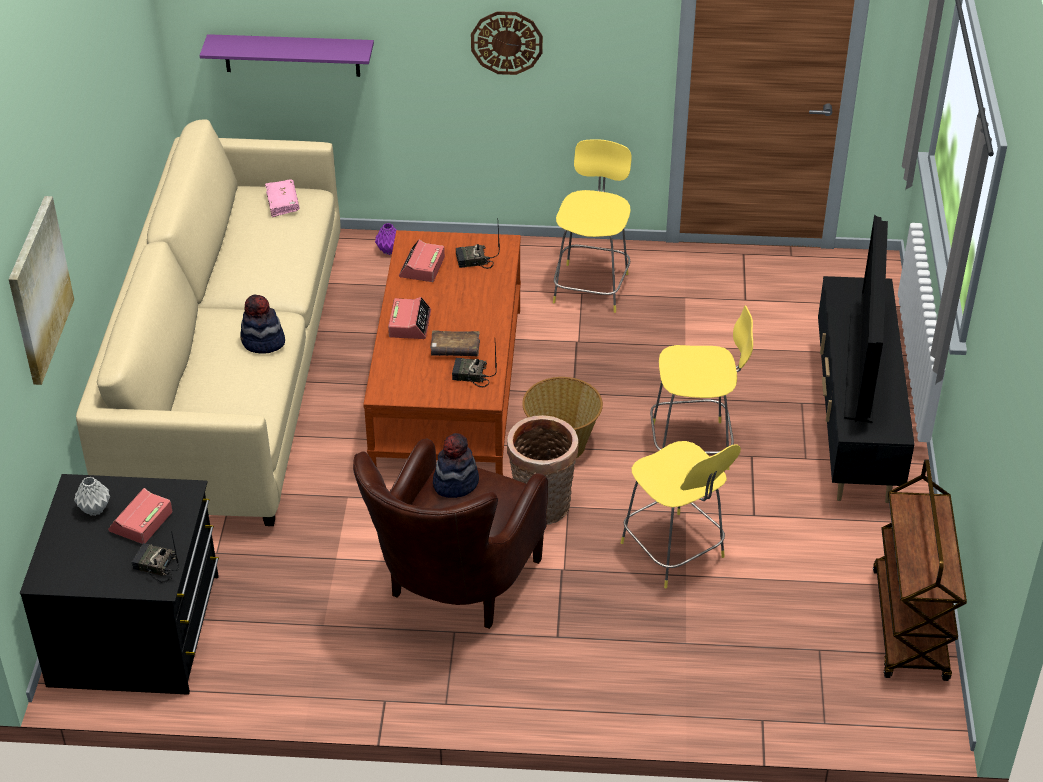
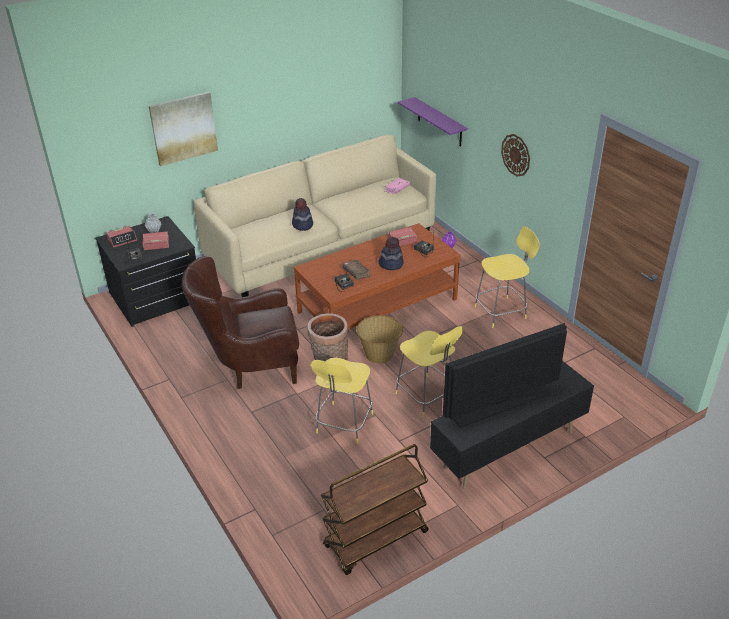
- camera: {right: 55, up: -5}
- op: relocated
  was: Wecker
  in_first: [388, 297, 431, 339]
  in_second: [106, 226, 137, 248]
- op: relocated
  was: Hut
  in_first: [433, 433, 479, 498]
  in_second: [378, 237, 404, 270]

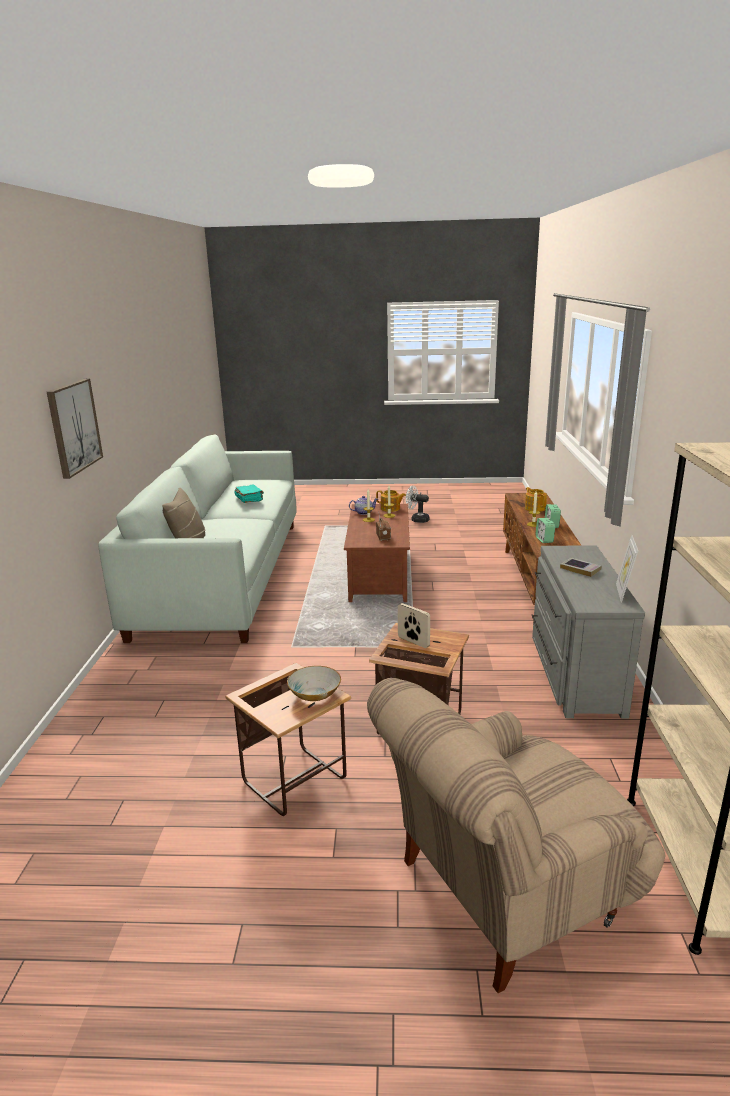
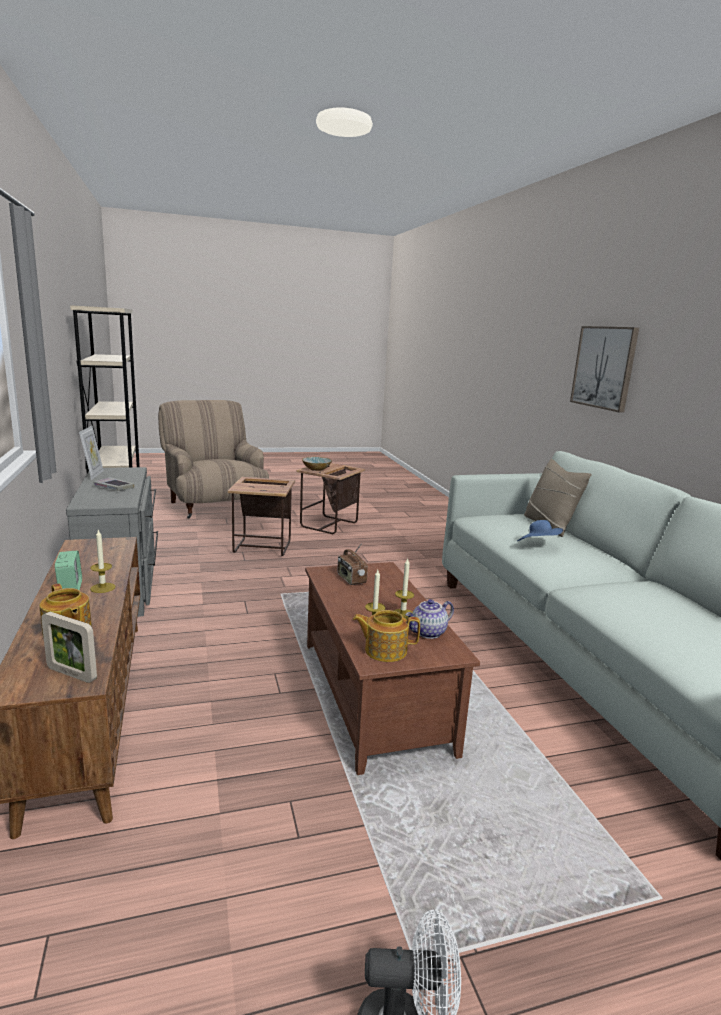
- camera: {right: 160, up: -5}
- op: relocated
  was: Bilderrahmen
  in_first: [398, 603, 430, 648]
  in_second: [41, 612, 97, 683]
- op: spun
  was: Sessel (beige)
  in_first: [367, 678, 666, 993]
  in_second: [158, 400, 269, 519]
  clockwise: -75
- op: appeared
  now: Hut (blau)
  in_second: [517, 520, 563, 541]
- op: missing
  was: Buch (türkis)
  in_first: [234, 485, 264, 503]
- op: missing
  was: Wecker
  in_first: [536, 518, 555, 543]

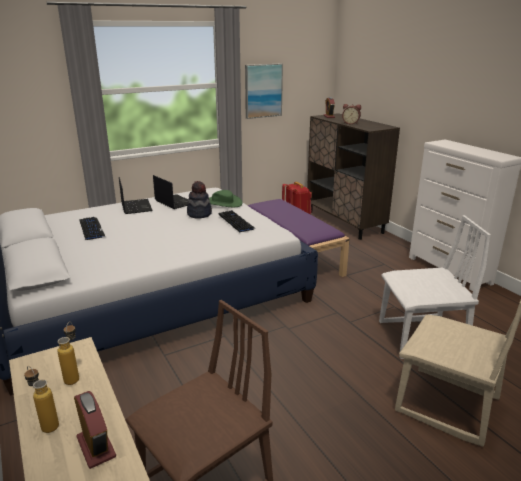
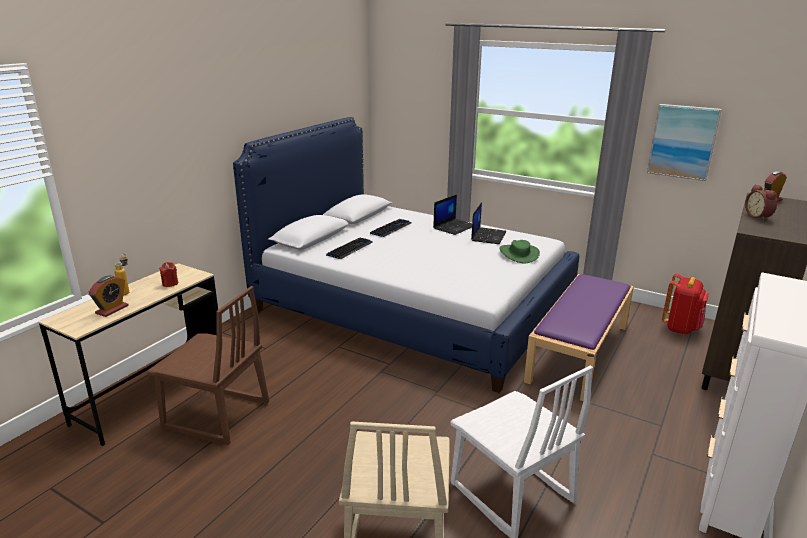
- camera: {right: 60, up: 0}
- op: exchanged
  was: Flasche
  now: Kerze (rot)
  in_first: [57, 322, 79, 385]
  in_second: [159, 262, 178, 287]
- op: relocated
  was: Tastatur
  in_first: [218, 210, 256, 232]
  in_second: [326, 238, 373, 259]
- op: missing
  was: Hut
  in_first: [187, 181, 212, 219]

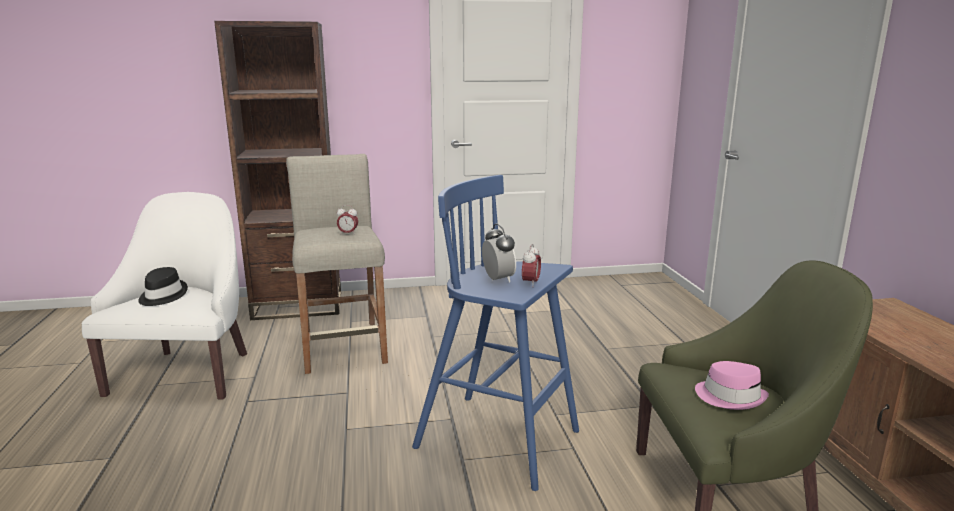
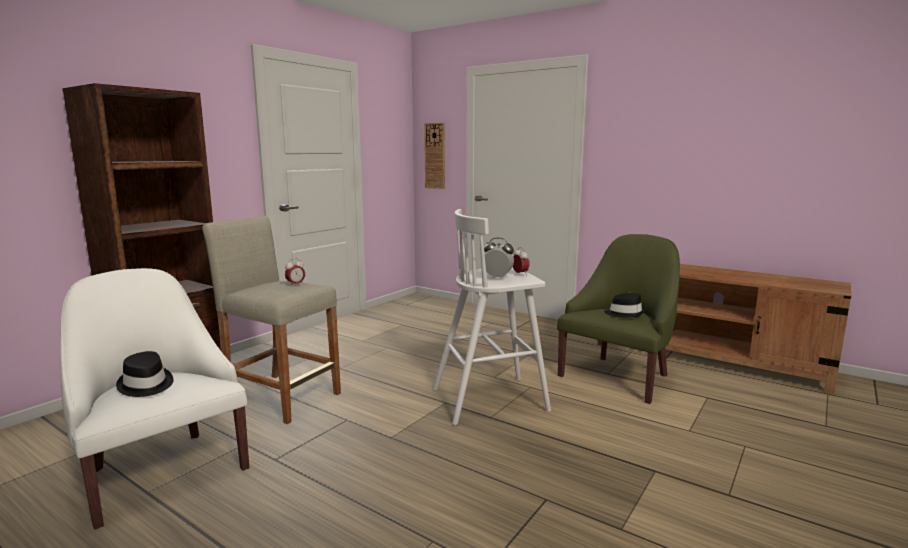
- camera: {right: -45, up: -5}
- op: appeared
  now: Wanduhr
  in_second: [424, 123, 445, 189]
- op: colour
  was: Hocker (blau)
  now: Hocker (weiß)
  in_first: [412, 175, 579, 491]
  in_second: [433, 209, 551, 425]
- op: colour
  was: Hut (rosa)
  now: Hut (schwarz)
  in_first: [695, 361, 769, 410]
  in_second: [604, 293, 646, 318]

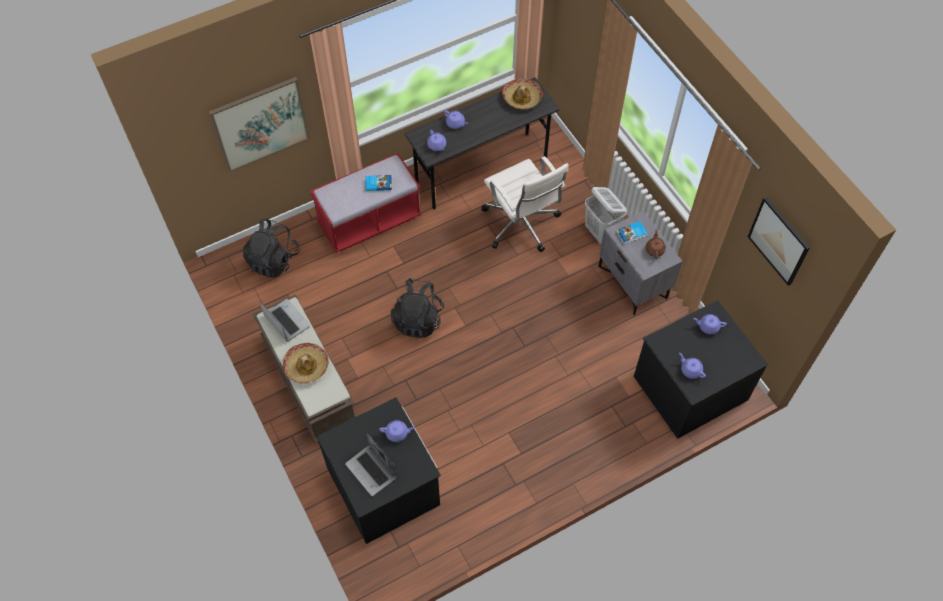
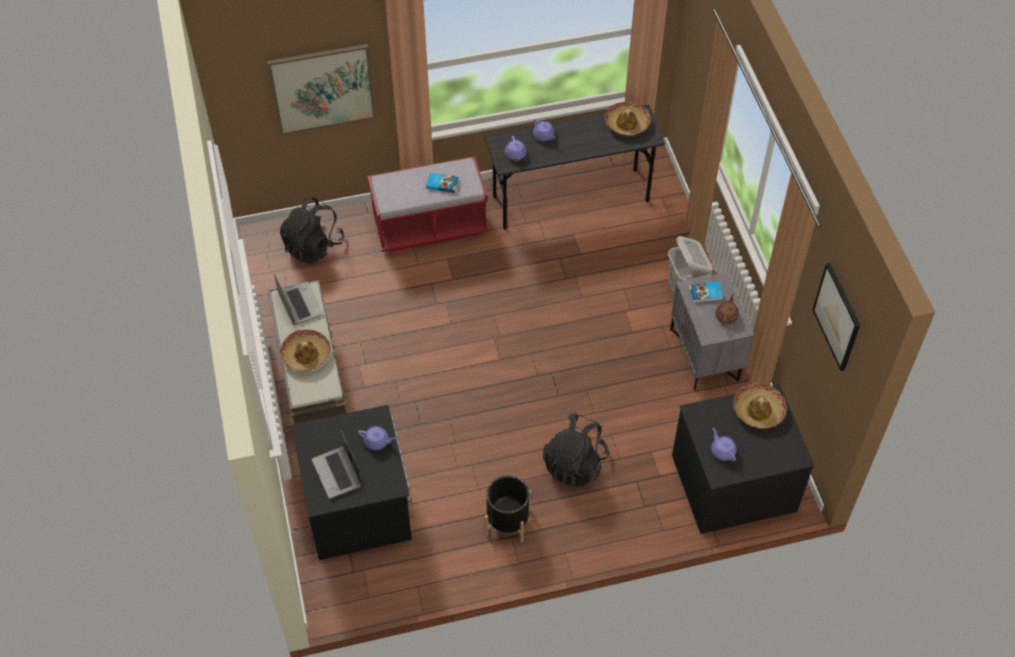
- camera: {right: 15, up: -5}
- op: appeared
  now: Pflanzkübel (schwarz)
  in_second: [485, 475, 531, 542]
- op: relocated
  was: Rucksack (schwarz)
  in_first: [391, 278, 444, 338]
  in_second: [543, 412, 609, 487]
- op: exchanged
  was: Teekanne (lila)
  now: Hut
  in_first: [693, 314, 727, 334]
  in_second: [733, 383, 787, 429]
- op: missing
  was: Bürostuhl (weiß)
  in_first: [482, 156, 569, 252]

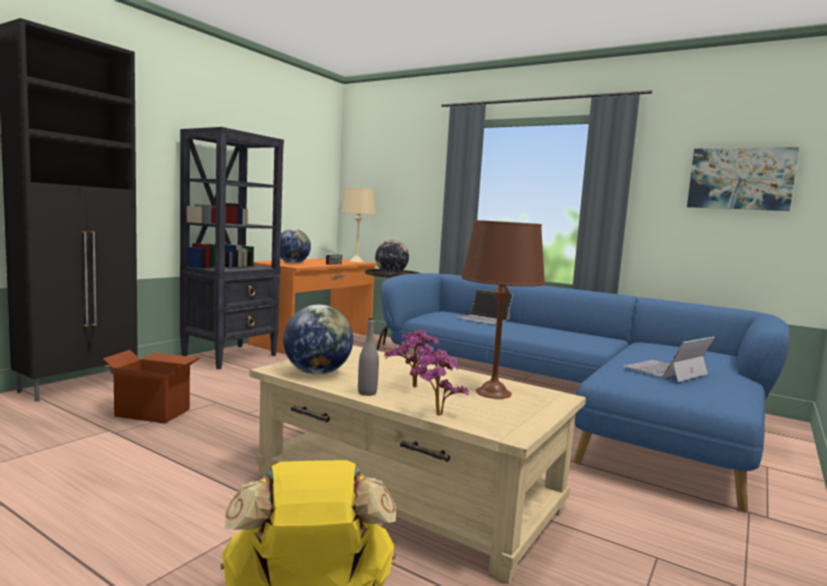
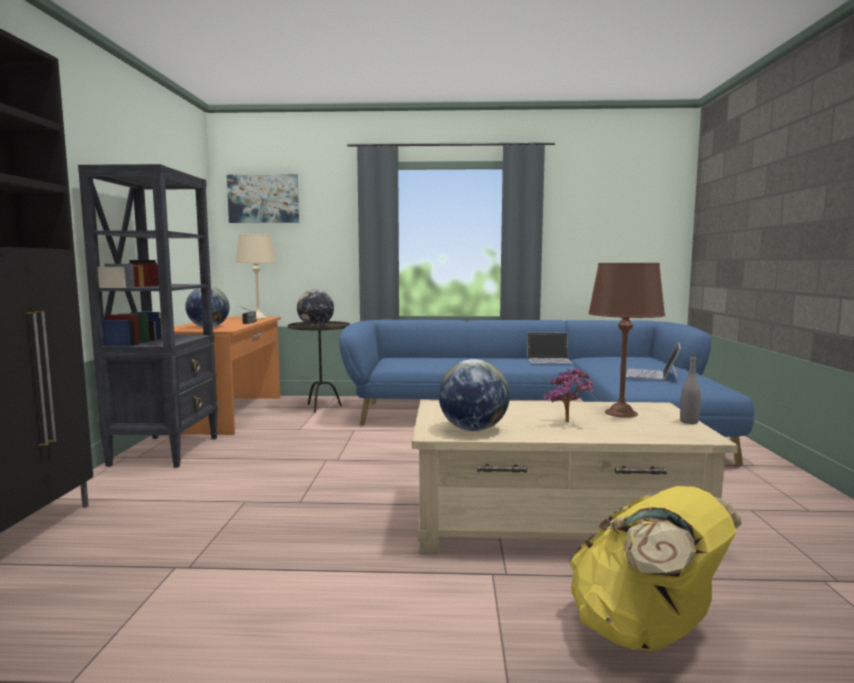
- camera: {right: -30, up: 0}
- op: relocated
  was: Bild
  in_first: [687, 147, 799, 211]
  in_second: [227, 174, 299, 223]
- op: relocated
  was: Laptop
  in_first: [458, 289, 513, 324]
  in_second: [527, 332, 573, 364]
- op: relocated
  was: Flasche (grau)
  in_first: [358, 318, 379, 396]
  in_second: [680, 355, 701, 424]
- op: missing
  was: Karton
  in_first: [101, 350, 200, 423]
- op: missing
  was: Topfpflanze
  in_first: [409, 349, 469, 416]

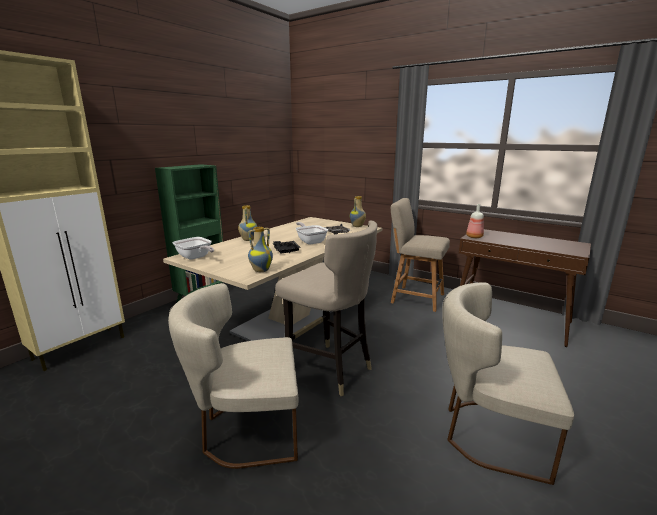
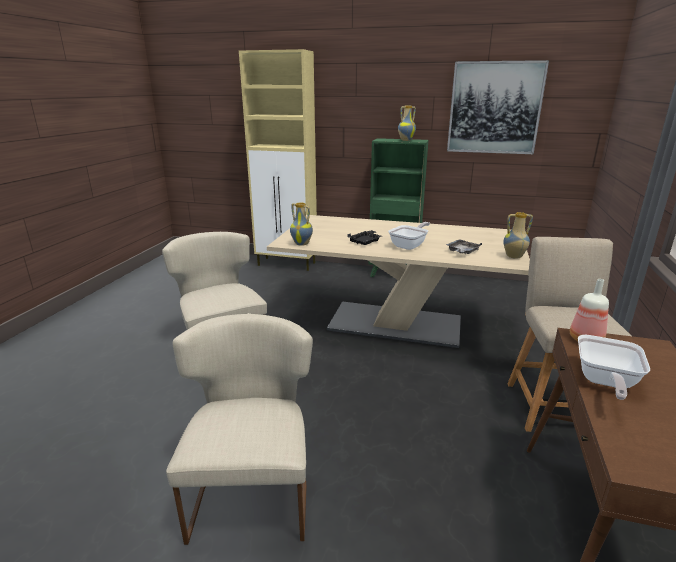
- camera: {right: 70, up: 5}
- op: relocated
  was: Vase
  in_first: [238, 205, 257, 241]
  in_second: [398, 106, 416, 141]
- op: appeared
  now: Bild
  in_second: [447, 60, 549, 154]
- op: relocated
  was: Pfanne
  in_first: [173, 237, 214, 260]
  in_second: [578, 335, 650, 400]
- op: missing
  was: Hocker (beige)
  in_first: [275, 221, 377, 396]

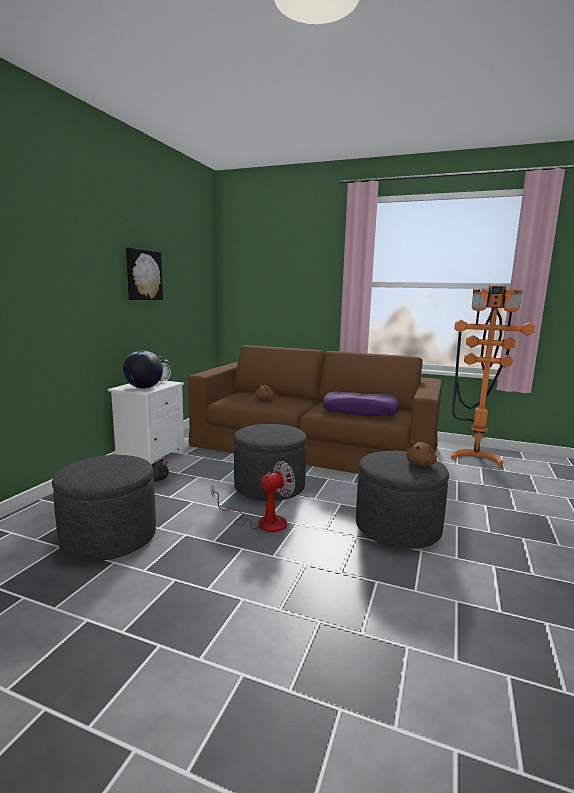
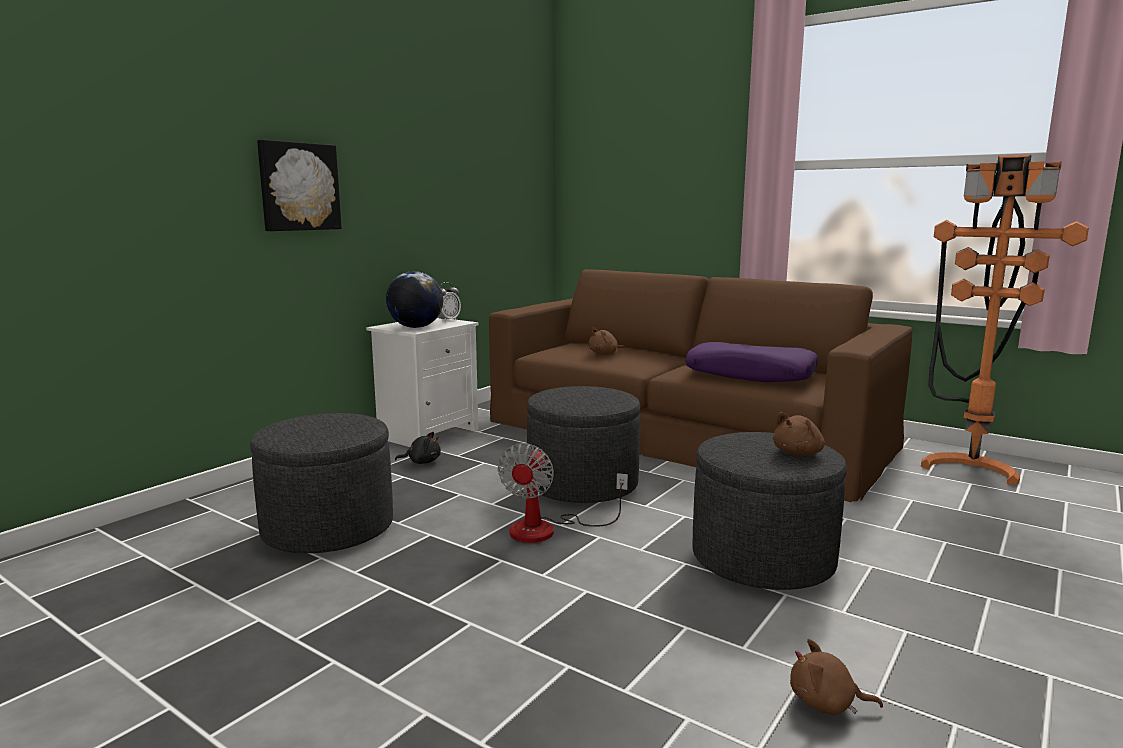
- camera: {right: 15, up: 0}
- op: relocated
  was: Bild
  in_first: [126, 248, 163, 300]
  in_second: [257, 140, 342, 231]
- op: spun
  was: Ventilator
  in_first: [211, 461, 295, 532]
  in_second: [498, 443, 628, 543]
  clockwise: 120
- op: appeared
  now: Plüschtier (braun)
  in_second: [790, 639, 883, 715]

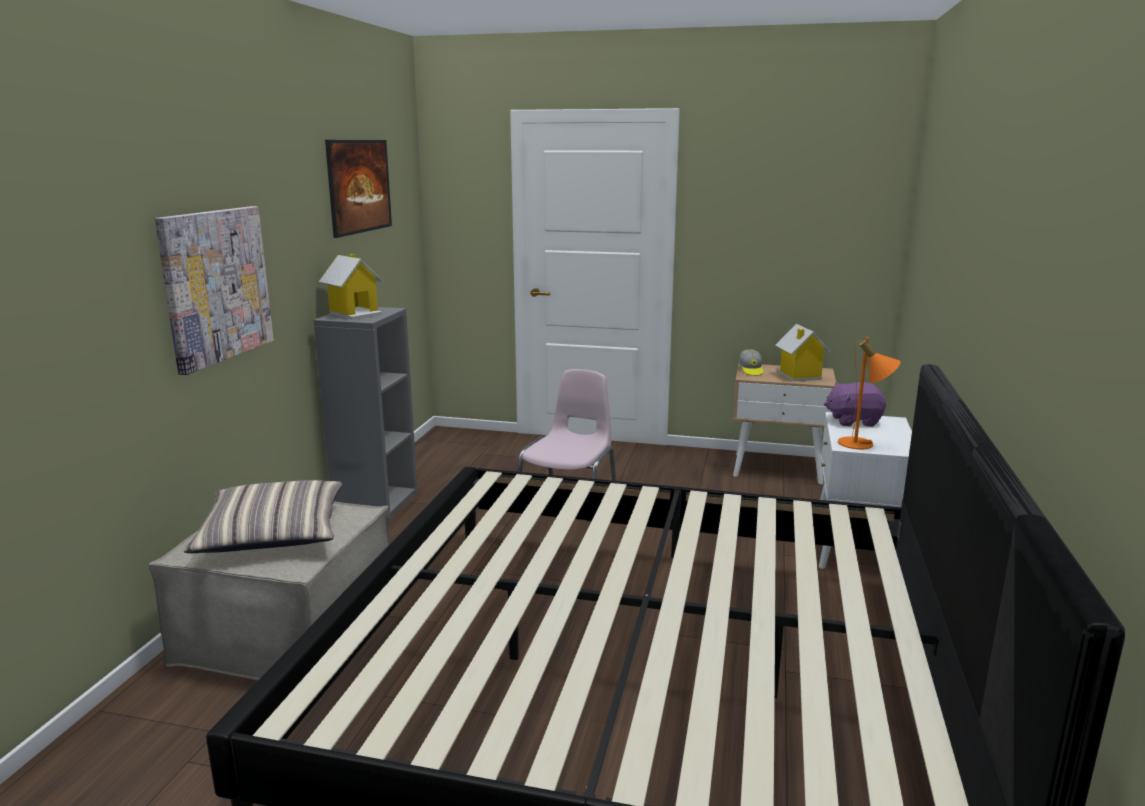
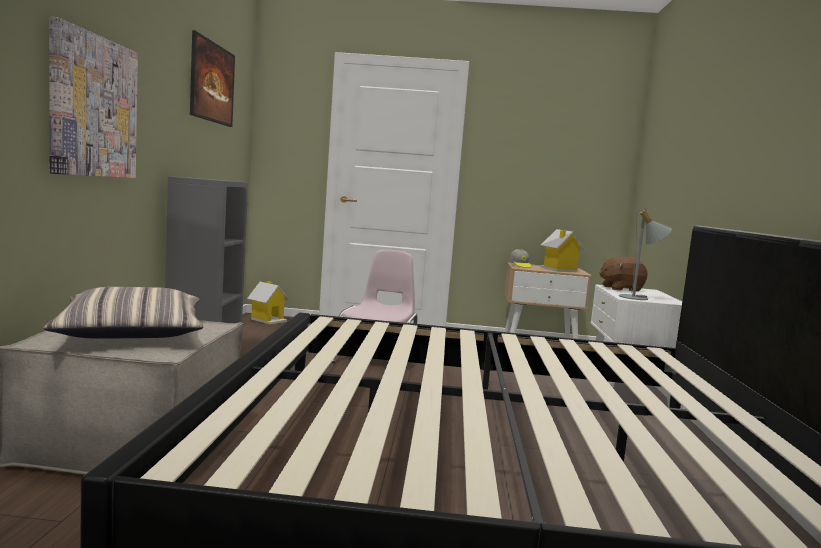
- camera: {right: -10, up: -10}
- op: relocated
  was: Spielzeughaus
  in_first: [319, 254, 384, 320]
  in_second: [247, 282, 289, 325]
- op: colour
  was: Plüschtier (lila)
  now: Plüschtier (braun)
  in_first: [824, 382, 886, 426]
  in_second: [599, 257, 648, 291]
- op: colour
  was: Tischlampe (orange)
  now: Tischlampe (grau)
  in_first: [838, 337, 900, 449]
  in_second: [619, 209, 672, 300]

